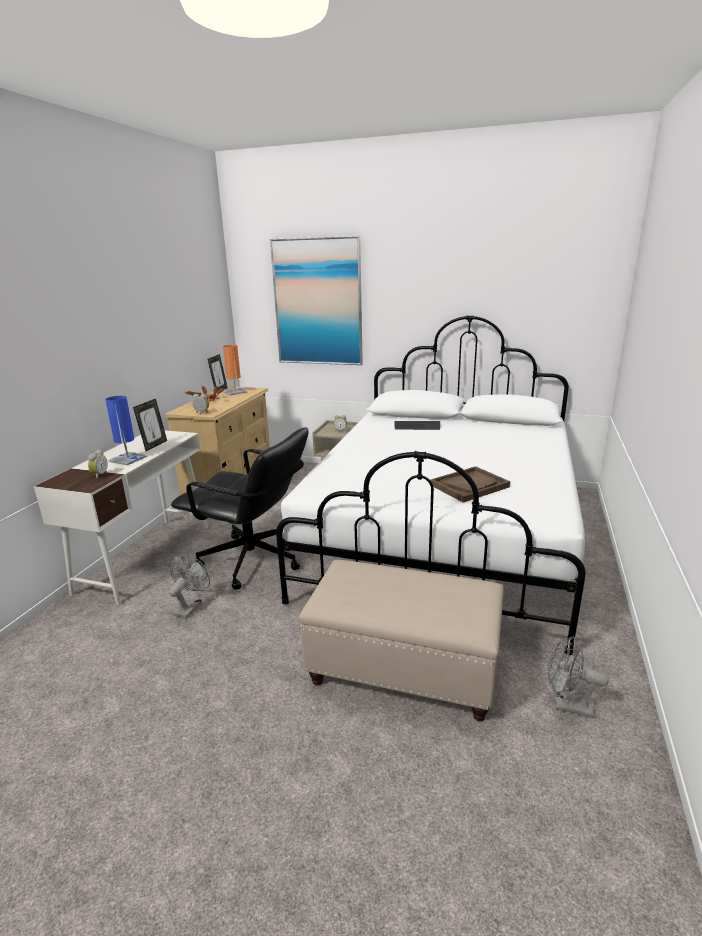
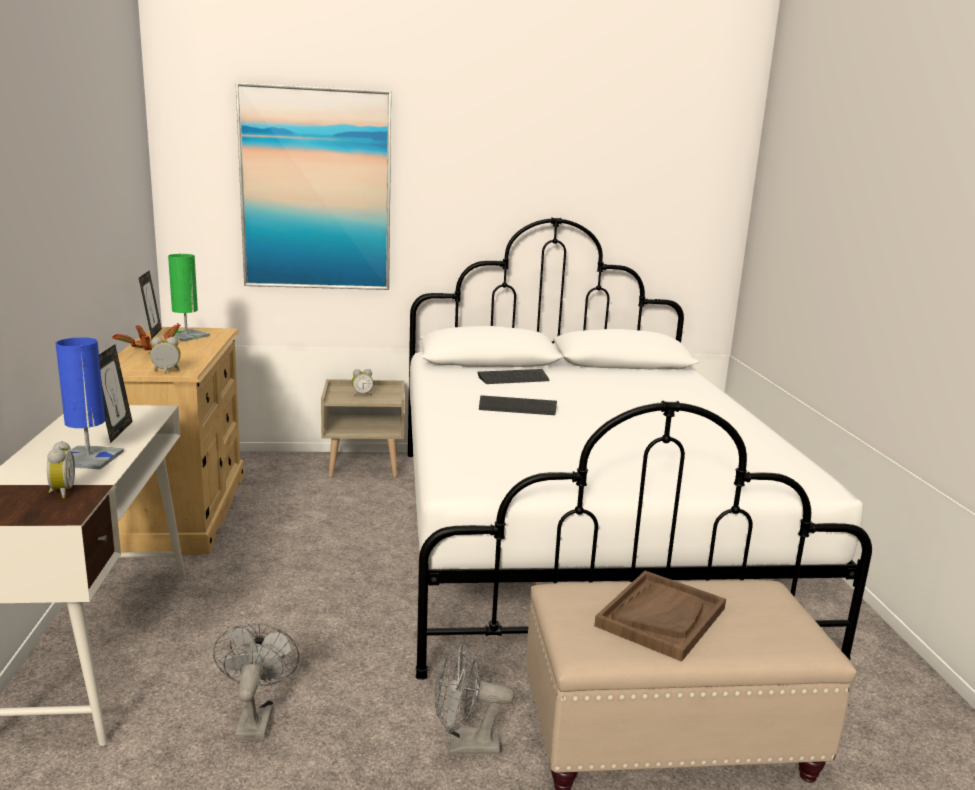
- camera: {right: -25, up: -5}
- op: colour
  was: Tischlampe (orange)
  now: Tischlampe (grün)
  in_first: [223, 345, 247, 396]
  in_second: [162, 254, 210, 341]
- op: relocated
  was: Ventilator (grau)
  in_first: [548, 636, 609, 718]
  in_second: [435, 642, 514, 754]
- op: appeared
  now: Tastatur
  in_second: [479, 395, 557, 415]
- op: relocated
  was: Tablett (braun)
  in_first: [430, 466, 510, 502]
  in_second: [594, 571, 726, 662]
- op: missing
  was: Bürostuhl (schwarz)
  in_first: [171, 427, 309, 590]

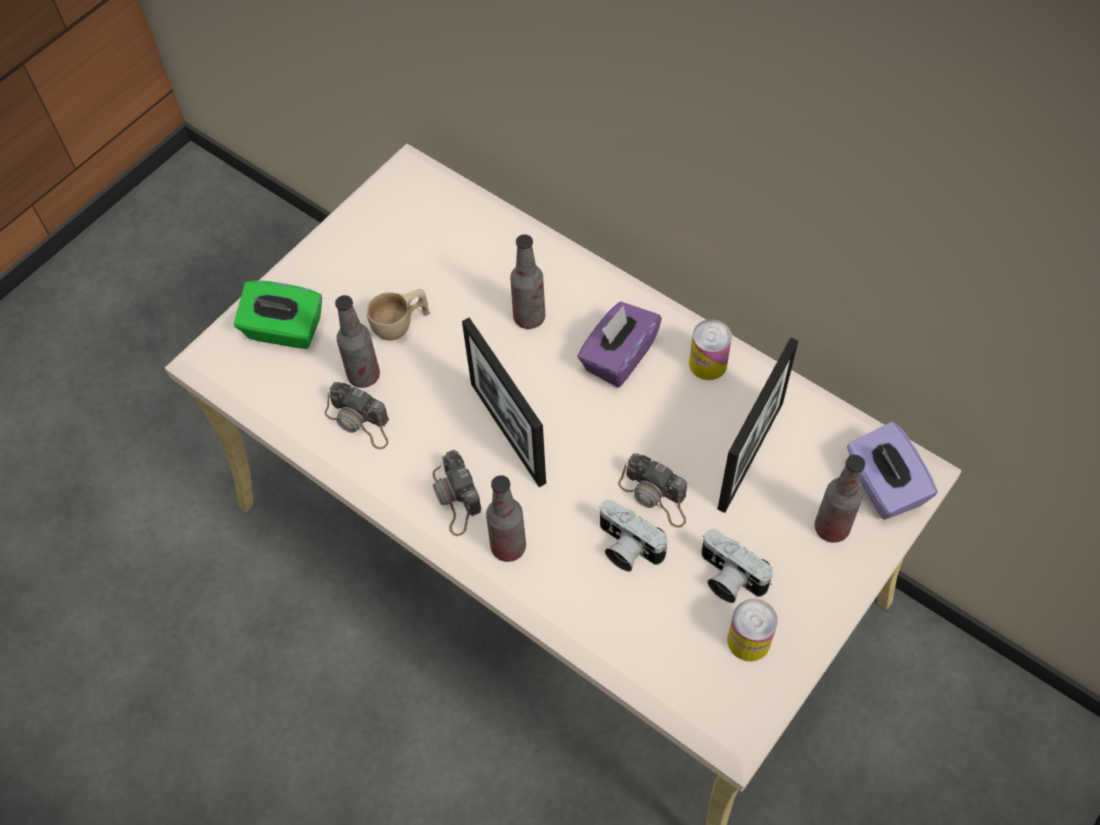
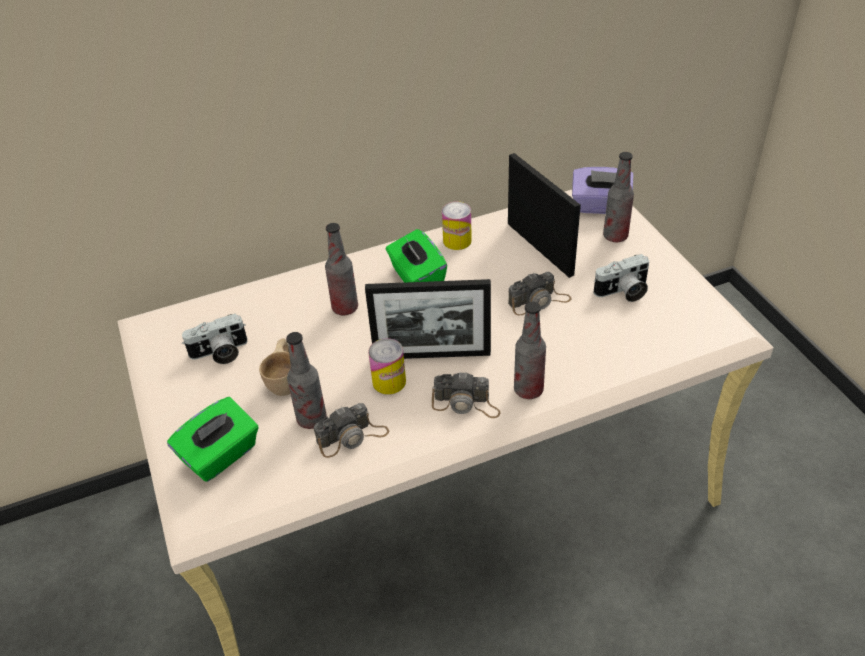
- camera: {right: -60, up: -15}
- op: relocated
  was: Kamera
  in_first: [599, 500, 668, 572]
  in_second: [182, 313, 248, 364]
- op: relocated
  was: Dose
  in_first: [728, 599, 778, 661]
  in_second: [368, 338, 406, 395]
- op: colour
  was: Taschentuchbox (lila)
  now: Taschentuchbox (grün)
  in_first: [577, 302, 662, 387]
  in_second: [386, 229, 447, 283]

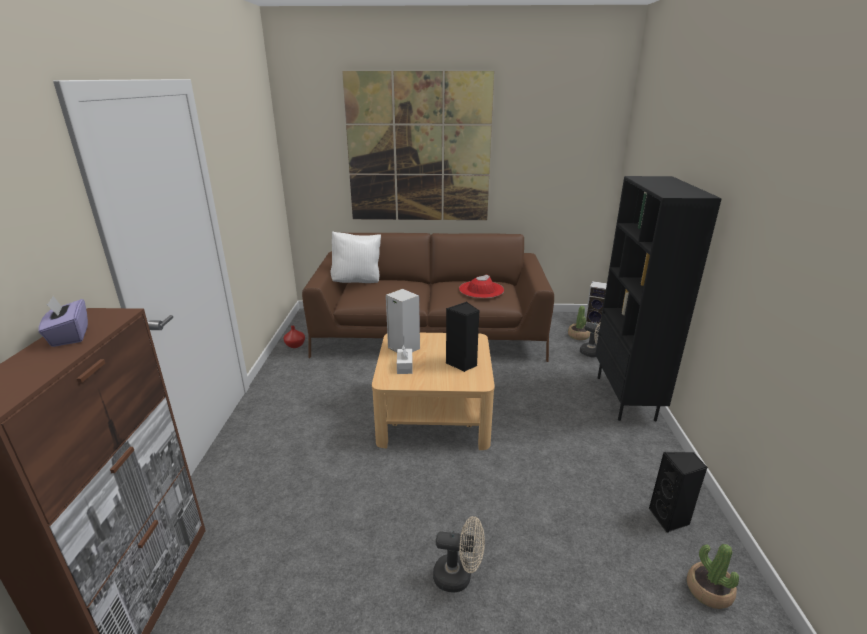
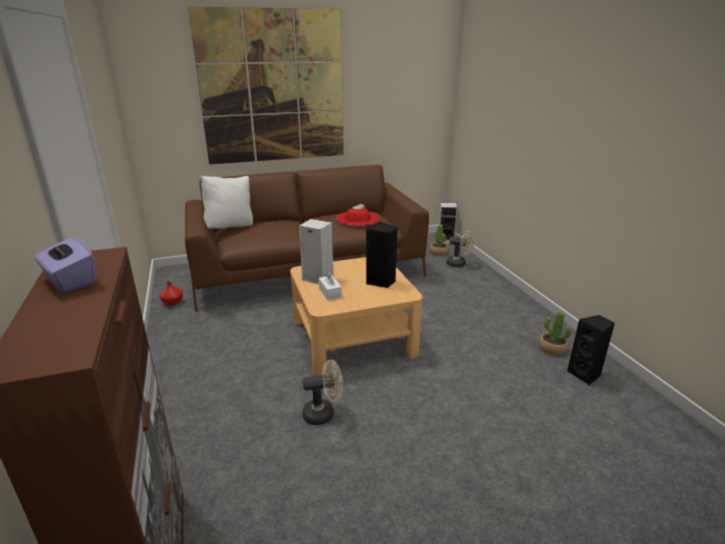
- camera: {right: -20, up: 0}
- op: relocated
  was: Ventilator (beige)
  in_first: [433, 516, 485, 593]
  in_second: [303, 359, 343, 425]
- op: relocated
  was: Topfpflanze
  in_first: [687, 544, 739, 609]
  in_second: [538, 311, 571, 355]
- op: missing
  was: Bücherregal (schwarz)
  in_first: [595, 176, 722, 421]

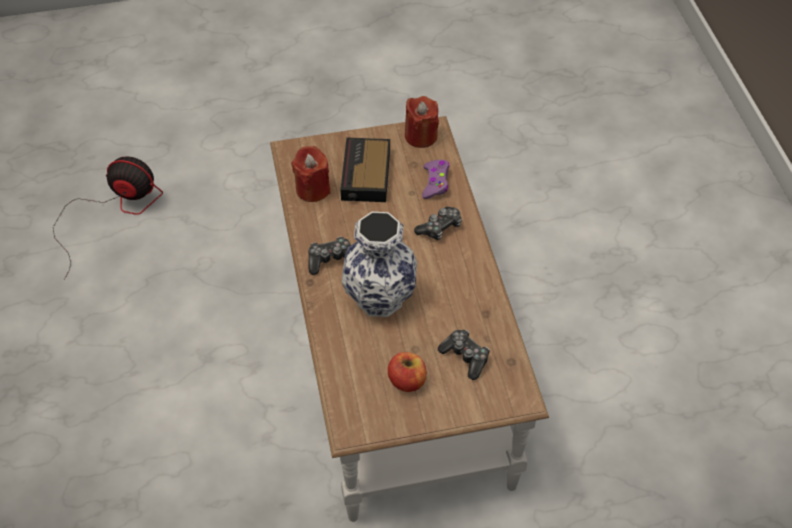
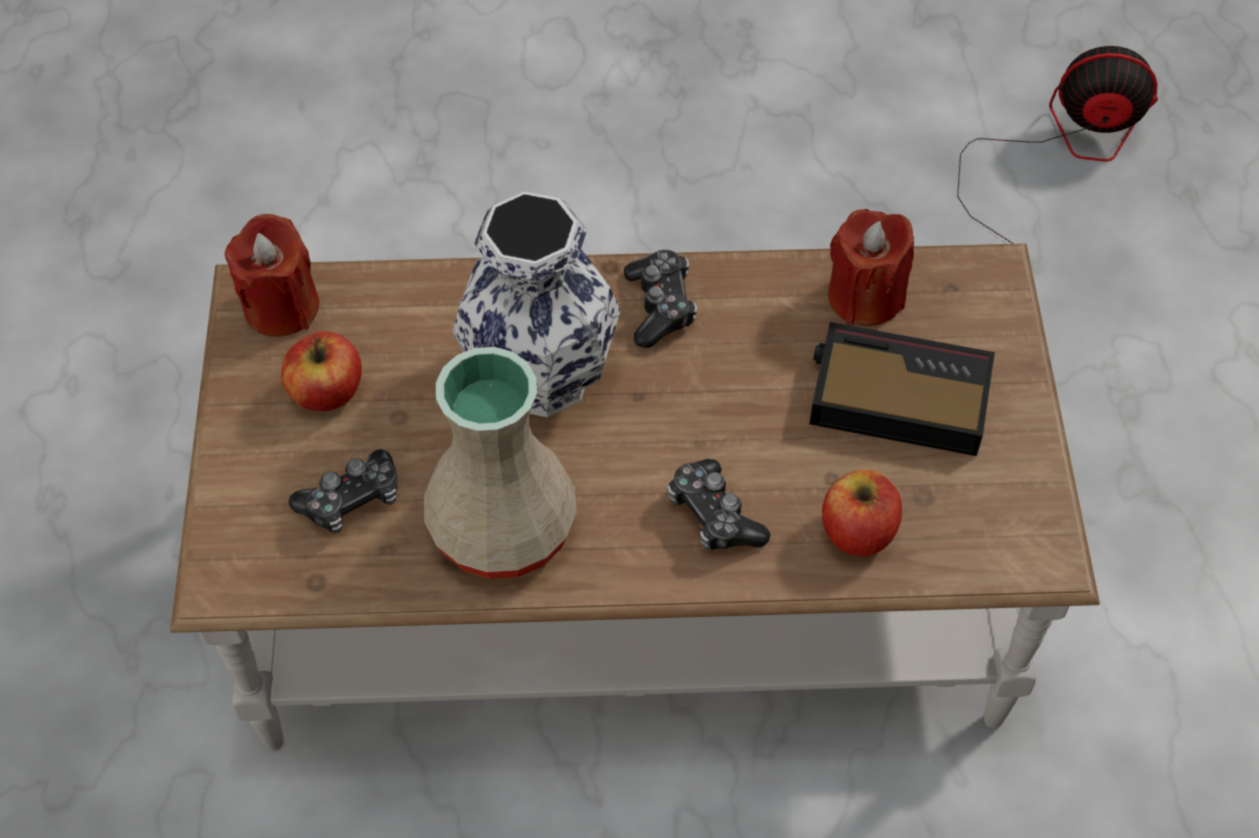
- camera: {right: 100, up: 5}
- op: relocated
  was: Kerze (rot)
  in_first: [405, 96, 439, 148]
  in_second: [225, 214, 319, 337]
- op: appeared
  now: Vase (beige)
  in_second: [424, 347, 577, 579]
- op: exchanged
  was: Gamepad (lila)
  now: Apfel
  in_first: [422, 160, 450, 199]
  in_second: [822, 470, 902, 557]
- op: spun
  was: Ventilator
  in_first: [53, 156, 163, 280]
  in_second: [957, 46, 1158, 244]
  clockwise: -105

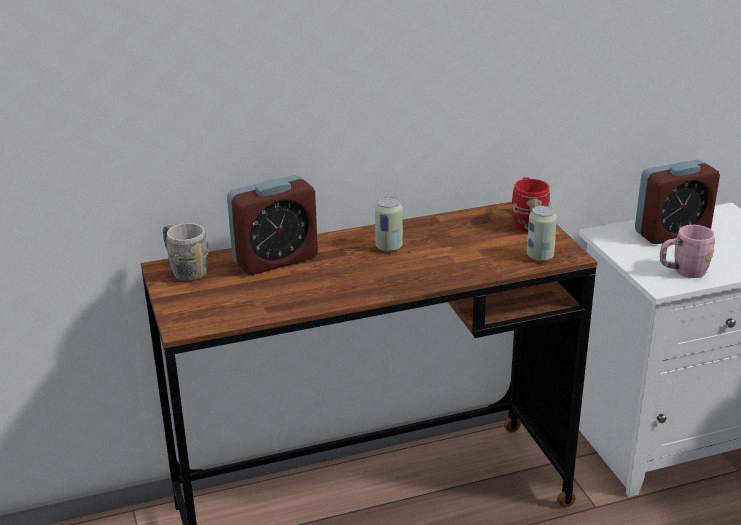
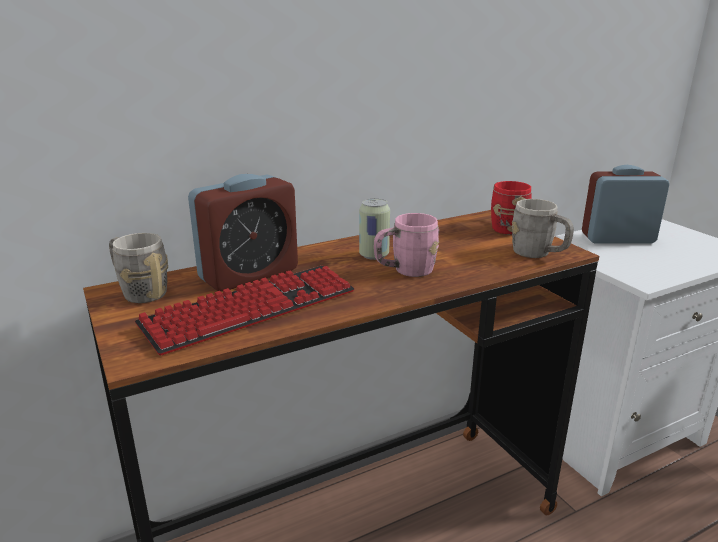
- camera: {right: -10, up: -5}
- op: appeared
  now: Tastatur
  in_second: [135, 266, 355, 355]
- op: relocated
  was: Henkelbecher (rosa)
  in_first: [660, 225, 715, 278]
  in_second: [374, 213, 439, 277]
- op: exchanged
  was: Dose
  now: Henkelbecher (grau)
  in_first: [527, 206, 557, 261]
  in_second: [512, 199, 574, 258]
- op: spun
  was: Wecker
  in_first: [635, 160, 720, 244]
  in_second: [582, 165, 669, 244]
  clockwise: -150

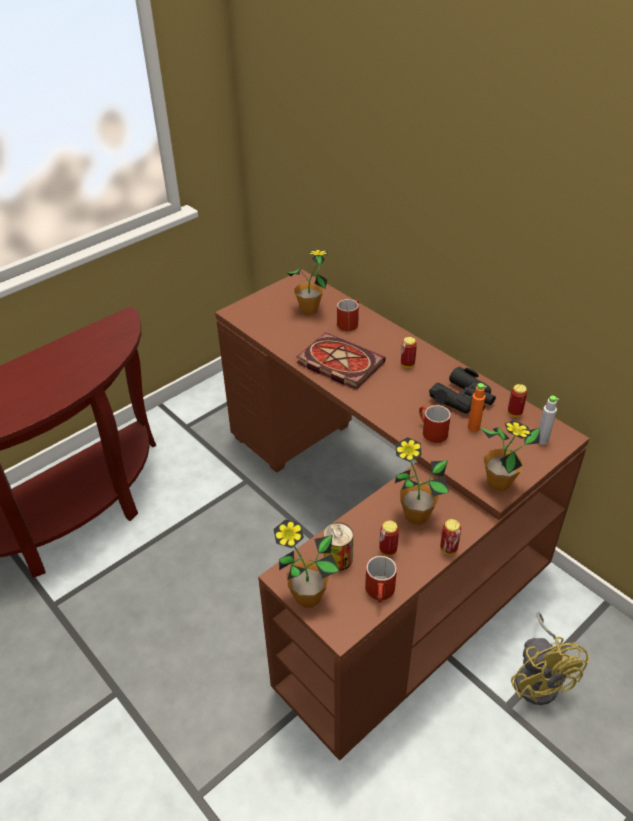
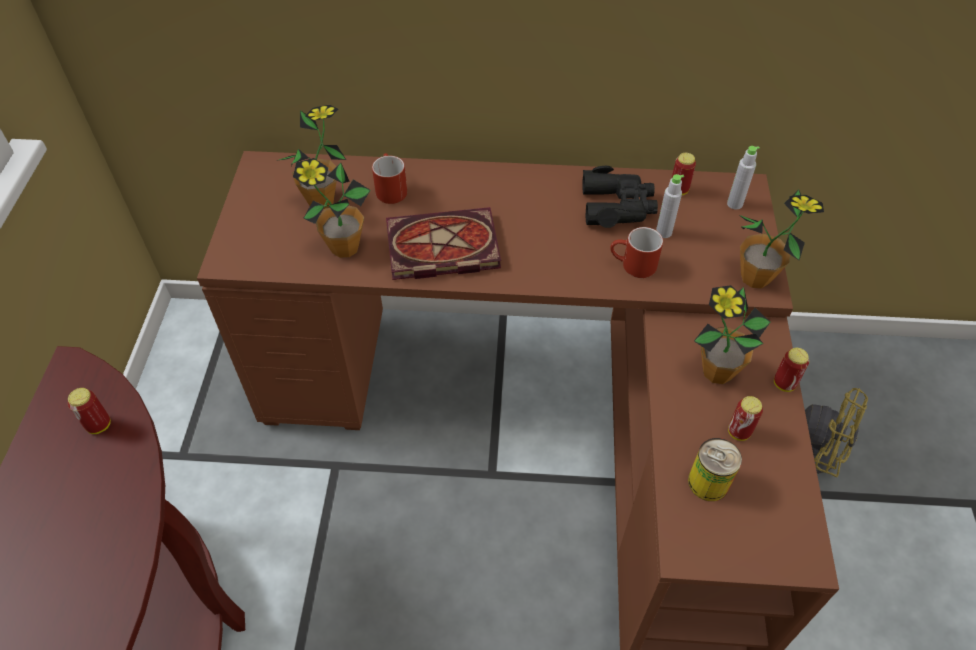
- camera: {right: -45, up: 10}
- op: relocated
  was: Dose
  in_first: [401, 337, 417, 368]
  in_second: [68, 388, 111, 434]
- op: relocated
  was: Topfpflanze
  in_first: [273, 519, 339, 608]
  in_second: [293, 158, 371, 258]
- op: colour
  was: Flasche (orange)
  now: Flasche (grau)
  in_first: [468, 383, 487, 432]
  in_second: [656, 174, 684, 238]
- op: missing
  was: Henkelbecher (rot)
  in_first: [365, 556, 397, 603]

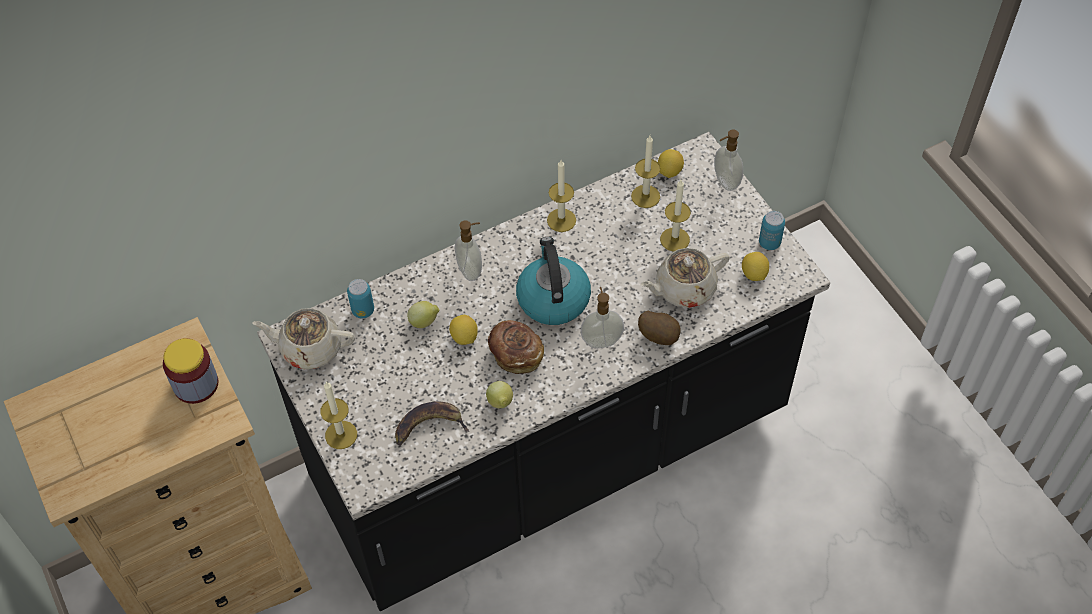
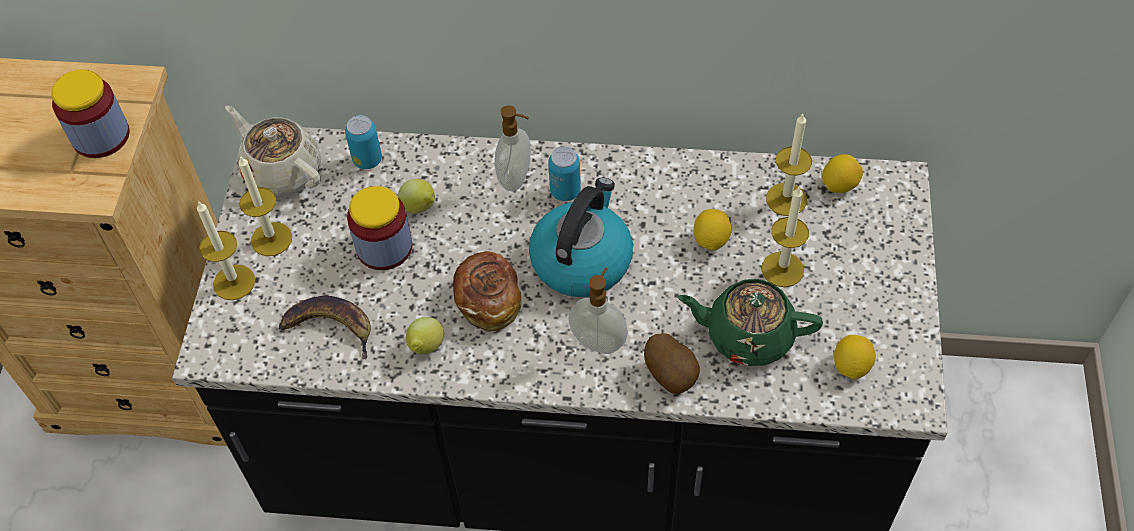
- camera: {right: 35, up: 0}
- op: relocated
  was: Kerze
  in_first: [547, 160, 576, 232]
  in_second: [238, 155, 292, 256]
- op: appeared
  now: Vorratsglas
  in_second: [347, 186, 412, 270]
- op: relocated
  was: Dose
  in_first: [759, 211, 785, 250]
  in_second: [548, 147, 581, 201]
- op: colour
  was: Teekanne (beige)
  now: Teekanne (grün)
  in_first: [640, 248, 730, 308]
  in_second: [678, 279, 823, 366]
- op: relocated
  was: Zitrone
  in_first: [449, 315, 478, 345]
  in_second: [694, 209, 732, 251]
- op: missing
  was: Seifenspender
  in_first: [714, 130, 743, 191]

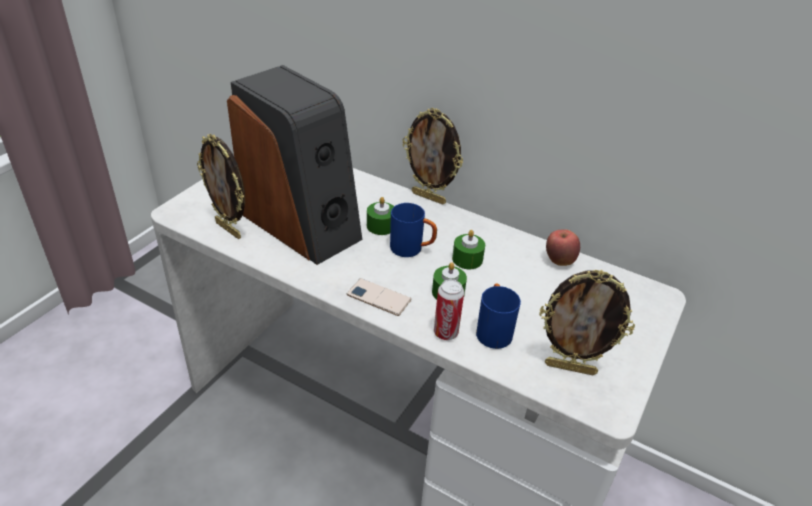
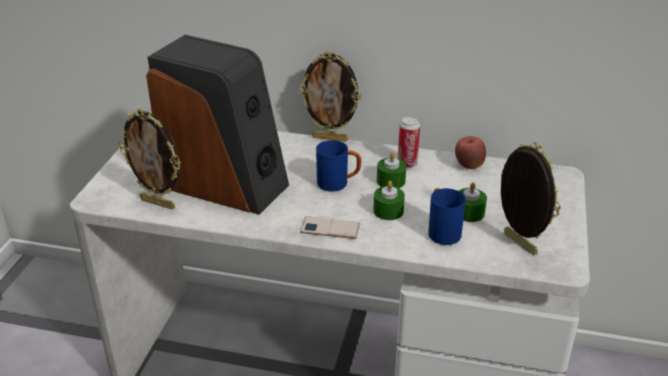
- camera: {right: -15, up: -5}
- op: relocated
  was: Dose
  in_first: [434, 279, 464, 340]
  in_second: [398, 117, 420, 168]
- op: relocated
  was: Kerze (grün)
  in_first: [367, 197, 394, 235]
  in_second: [459, 182, 487, 222]
- op: spun
  was: Bilderrahmen
  in_first: [539, 270, 635, 375]
  in_second: [501, 142, 561, 255]
  clockwise: -120

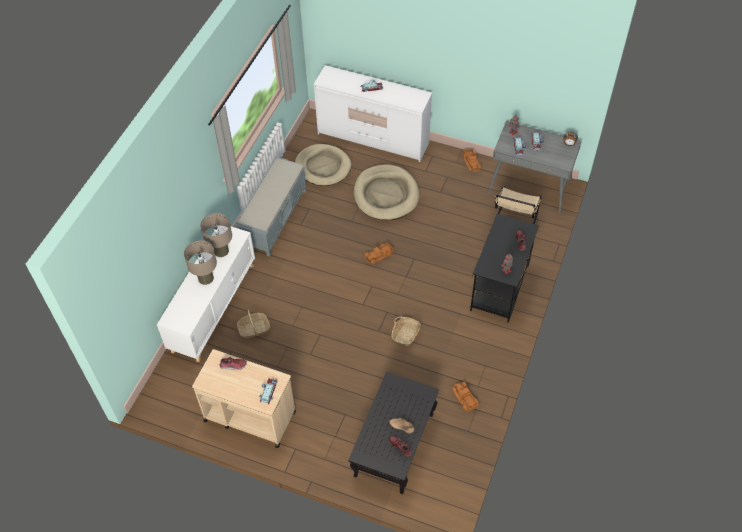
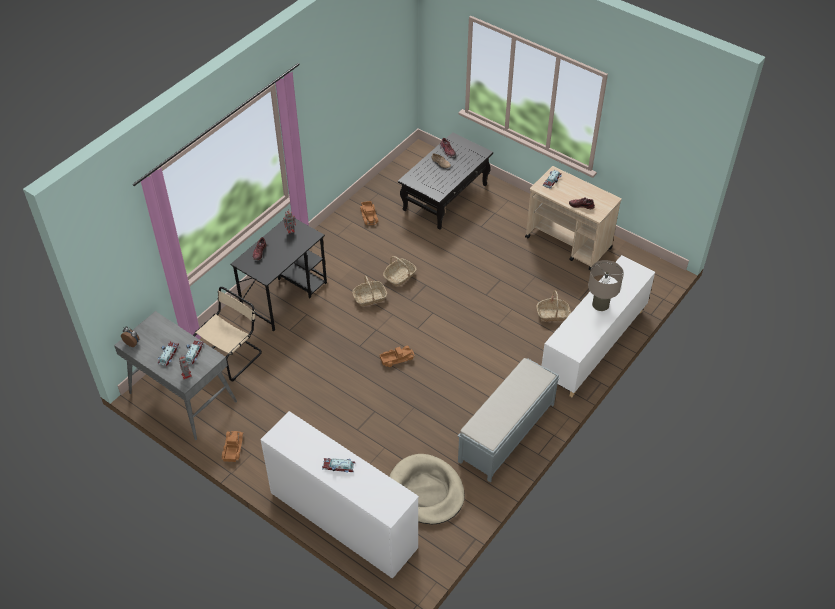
- camera: {right: -165, up: -5}
- op: appeared
  now: Korb
  in_second: [352, 276, 387, 307]
- op: missing
  was: Tischlampe (beige)
  in_first: [200, 213, 232, 257]
- op: missing
  was: Hundebett (beige)
  in_first: [354, 165, 419, 220]

